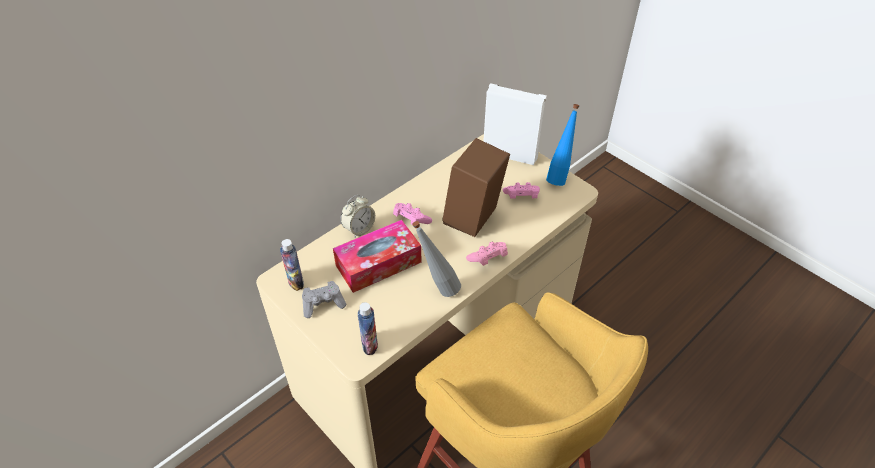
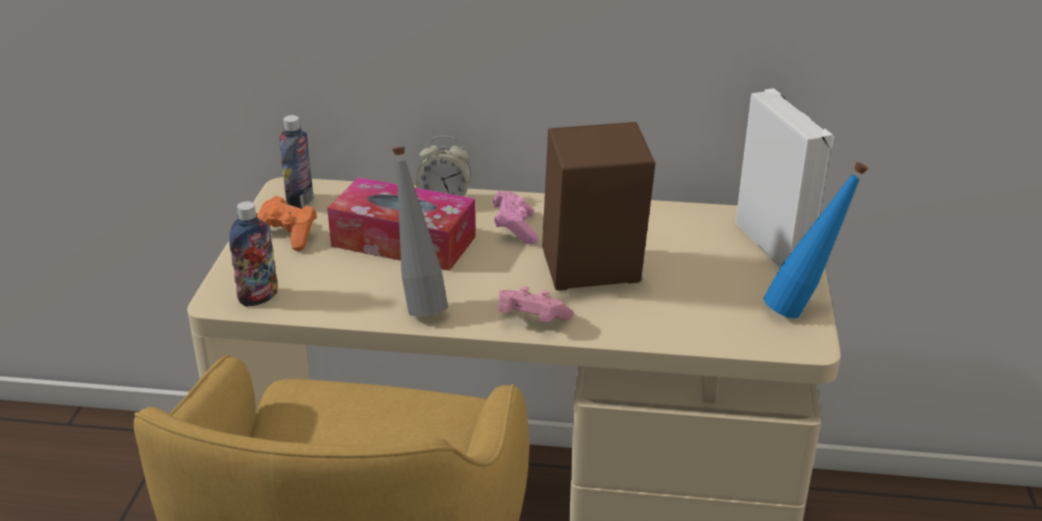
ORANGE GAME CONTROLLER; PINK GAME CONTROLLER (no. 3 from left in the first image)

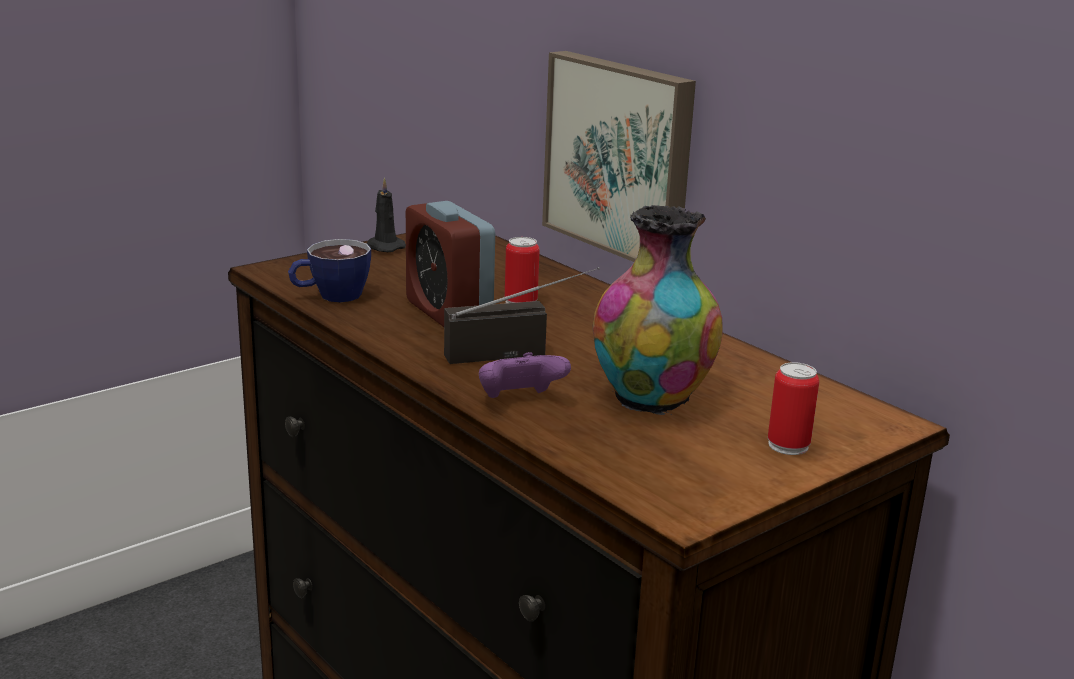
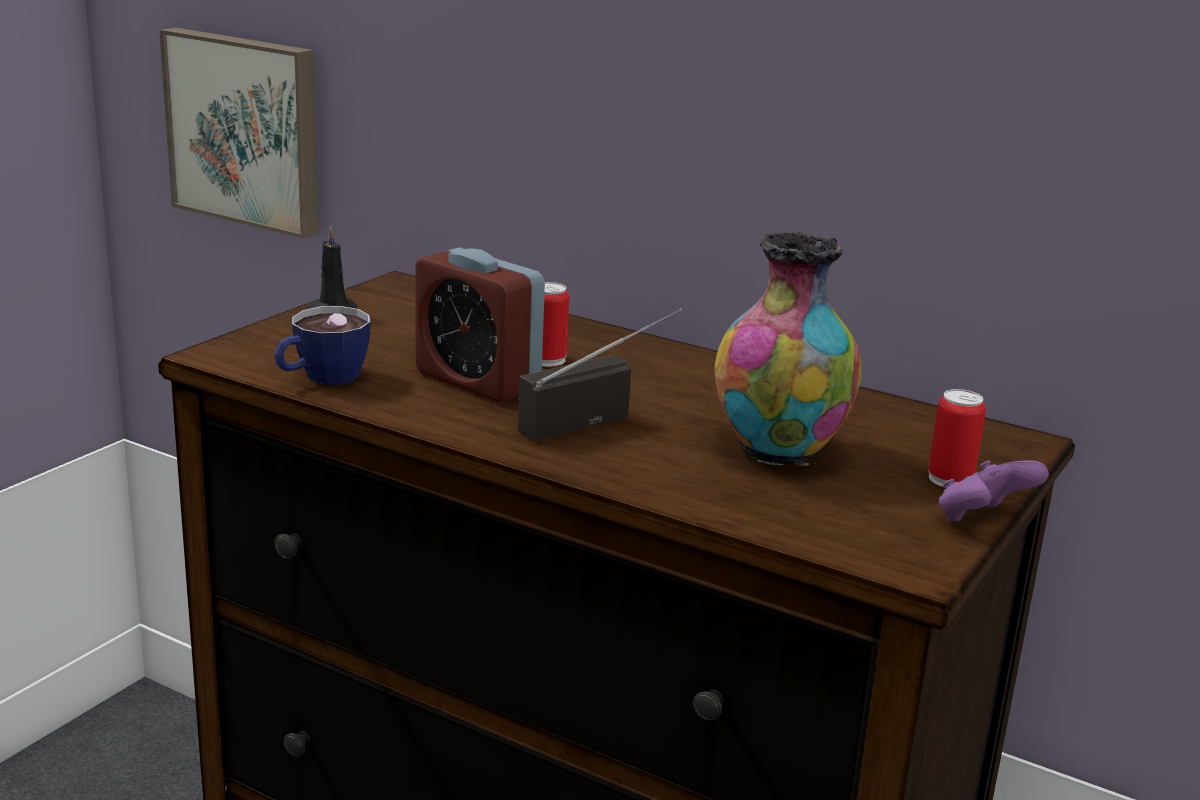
PURPLE GAME CONTROLLER; PICTURE

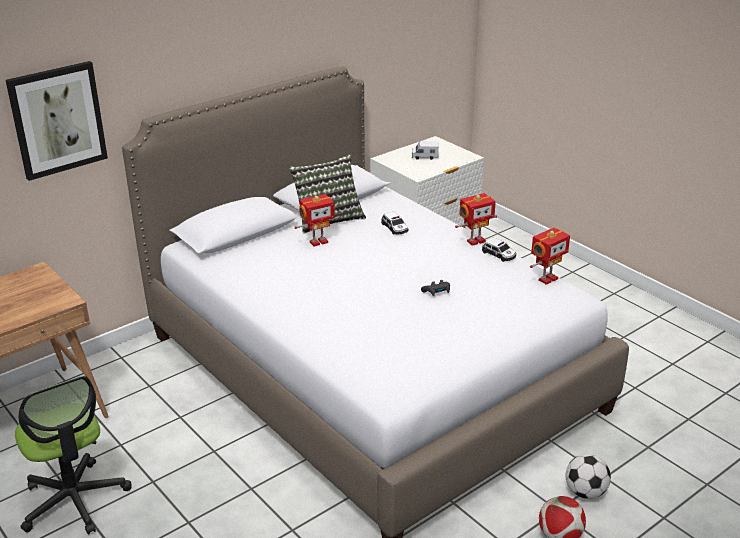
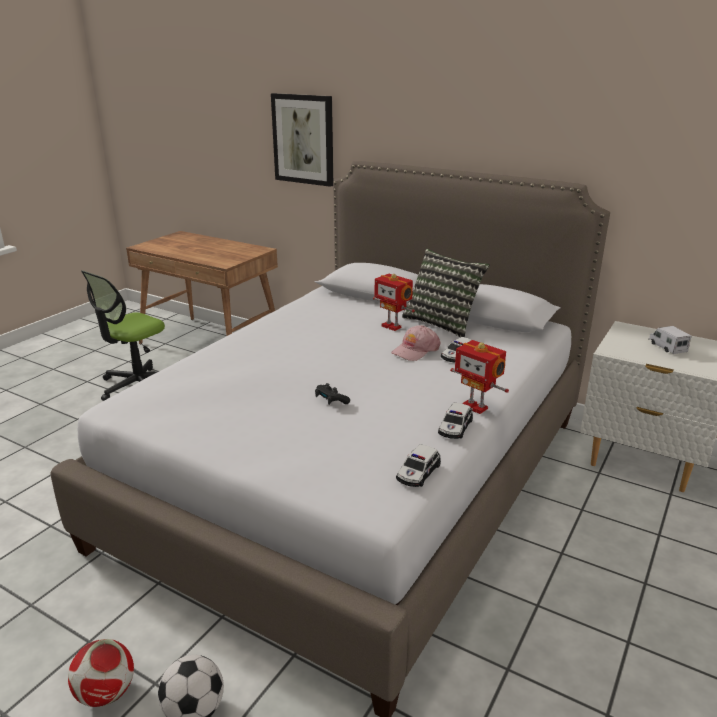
TOY CAR (no. 1 from left); PINK CAP

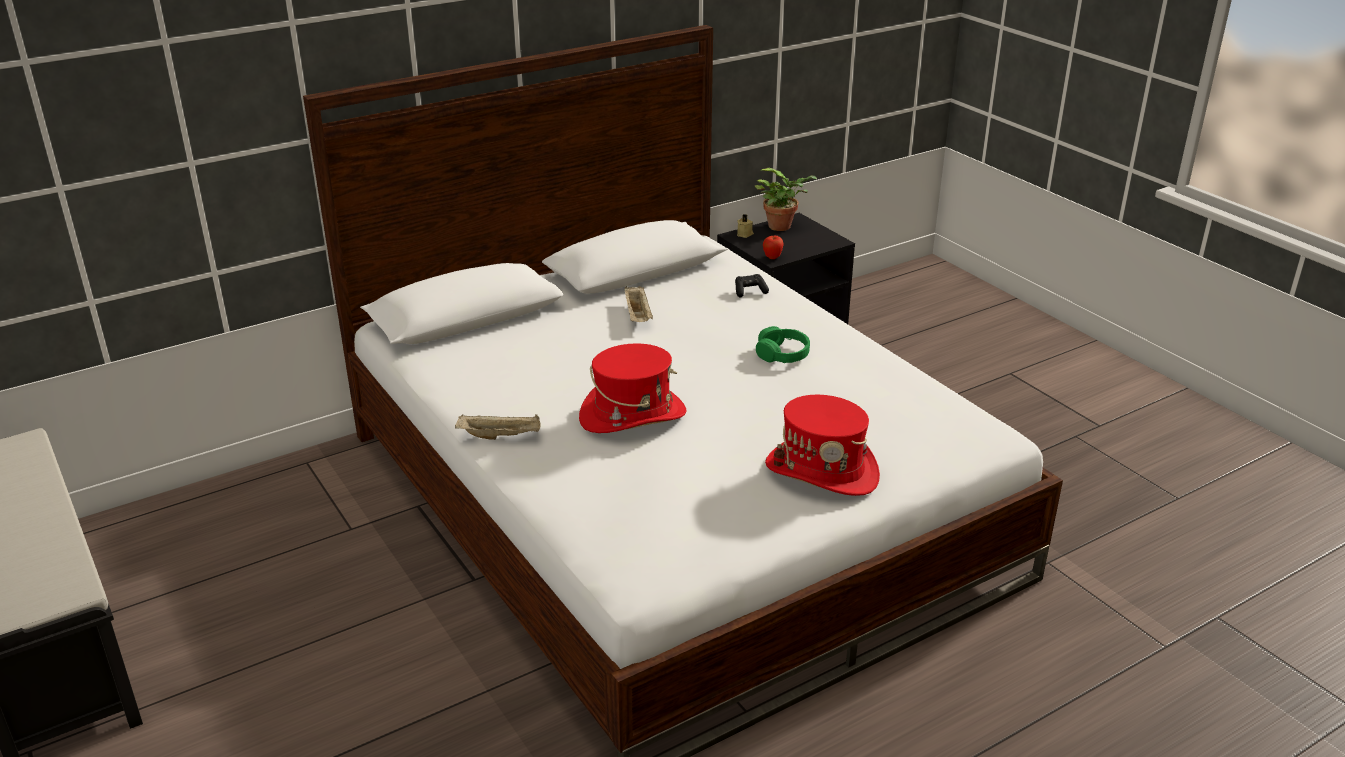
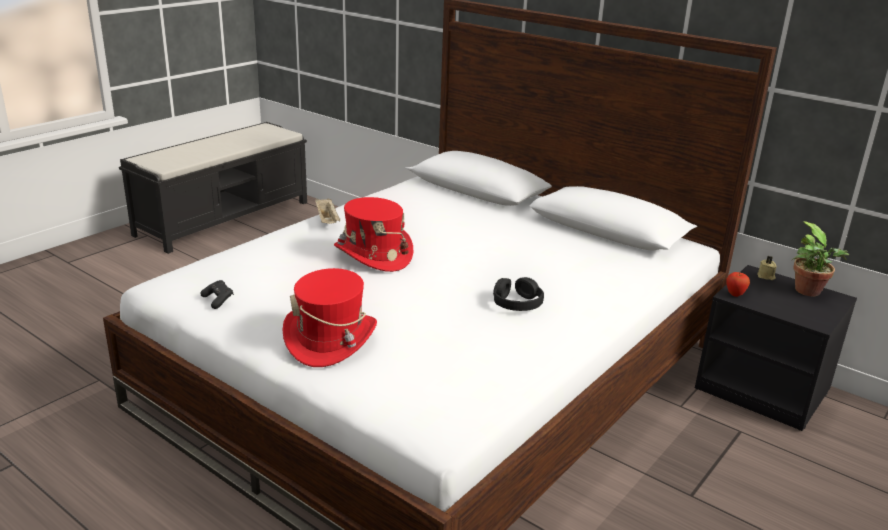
BEIGE TRAY (no. 2 from left in the first image); BLACK GAME CONTROLLER; BLACK HEADPHONES

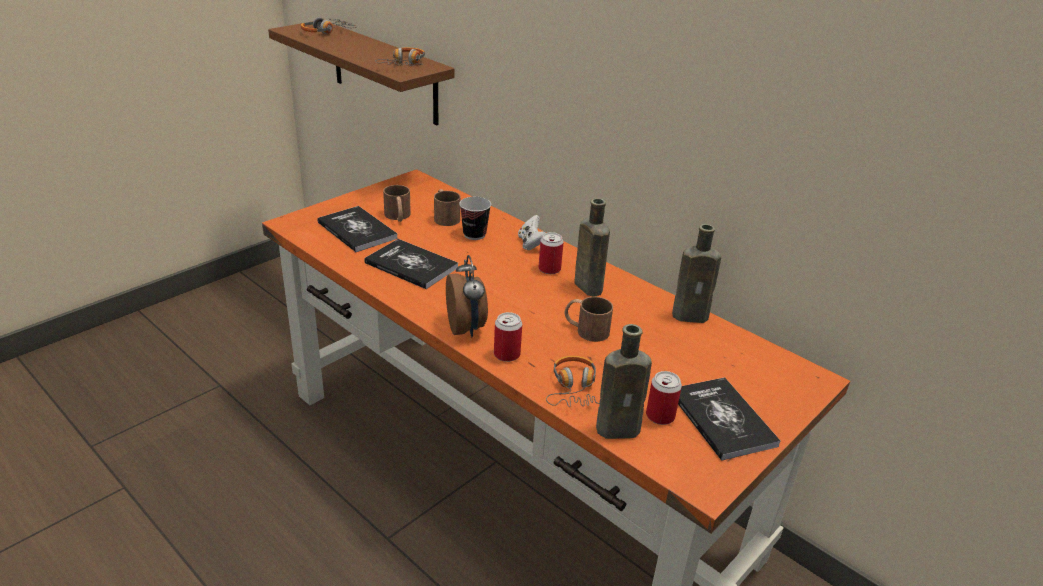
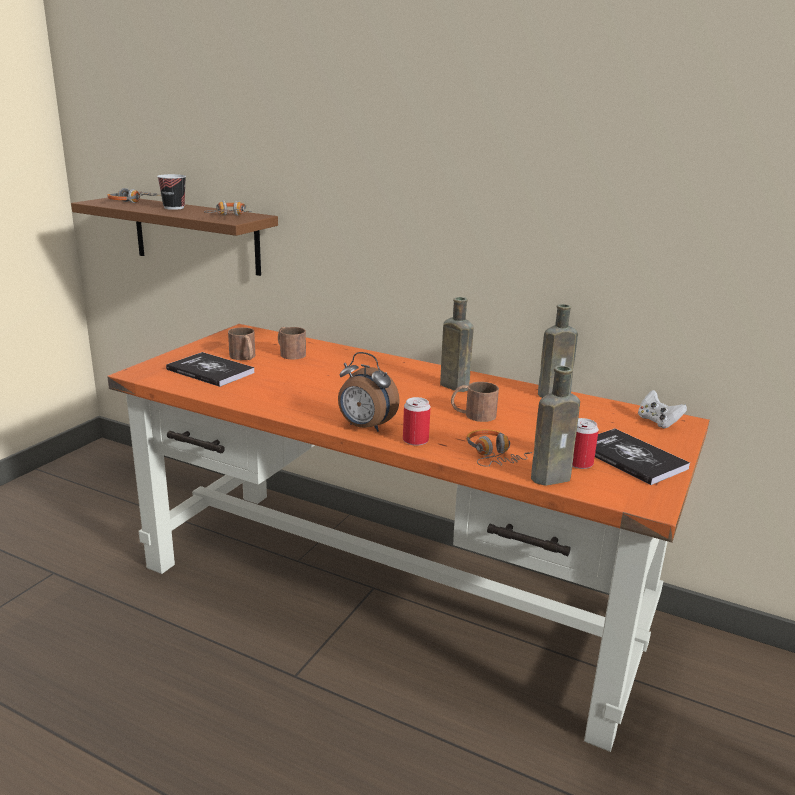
BOOK (no. 2 from left in the first image); ALARM CLOCK; CUP; WHITE GAME CONTROLLER; CAN (no. 2 from left in the first image)

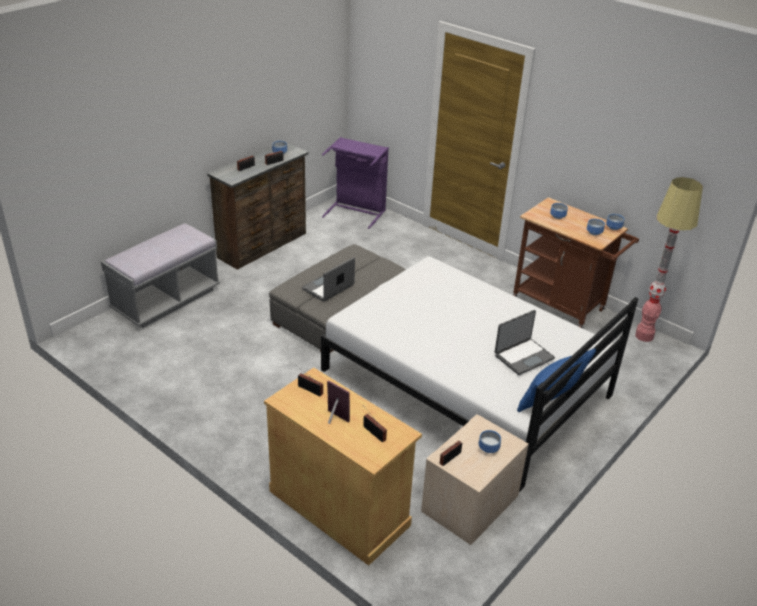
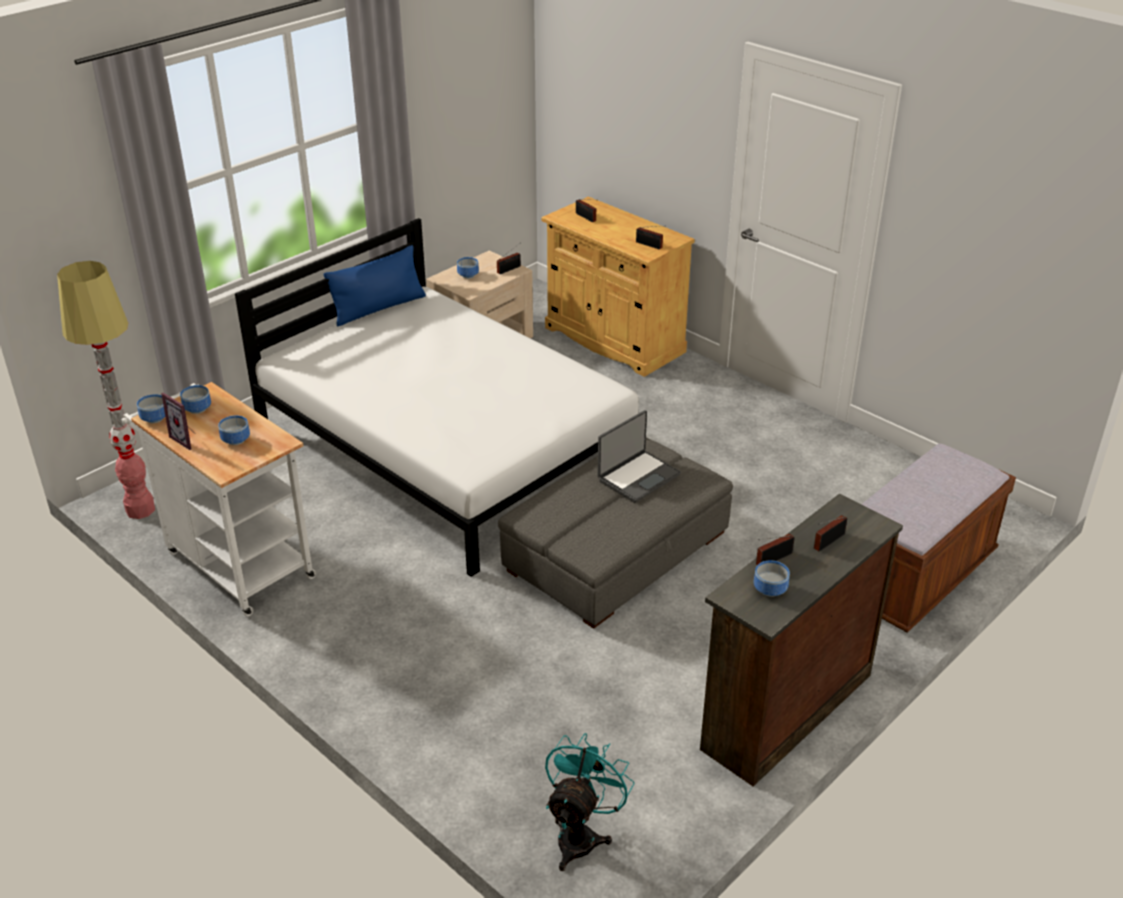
BROWN BENCH; TURQUOISE FAN; PICTURE FRAME; LAPTOP (no. 2 from left in the first image); WHITE CART

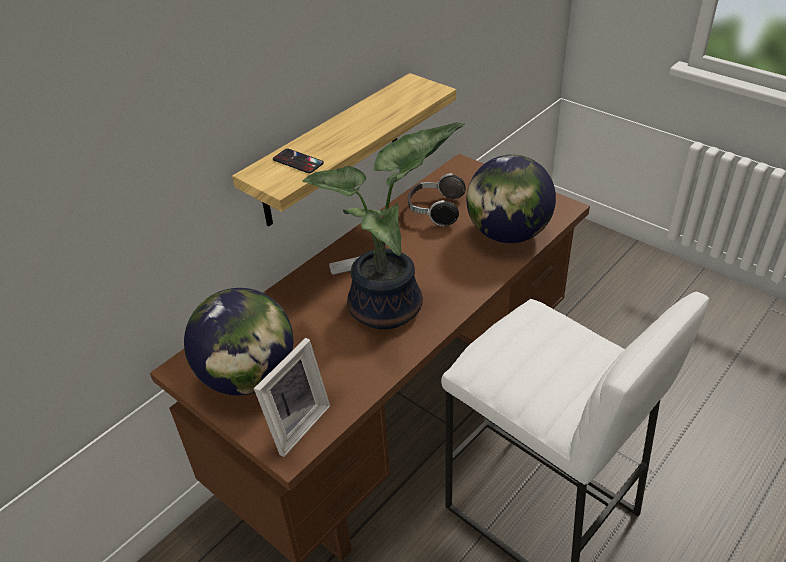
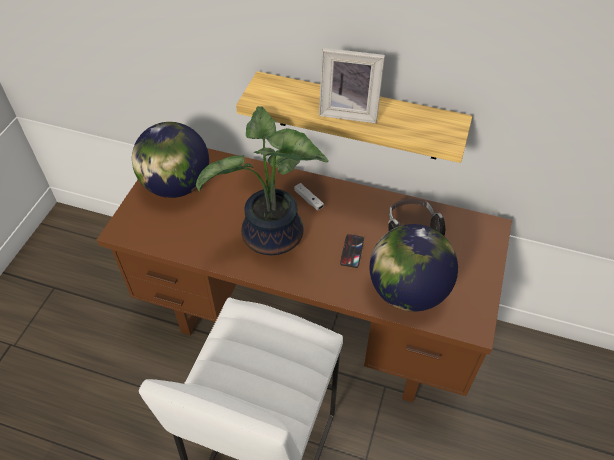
PICTURE FRAME; PHONE

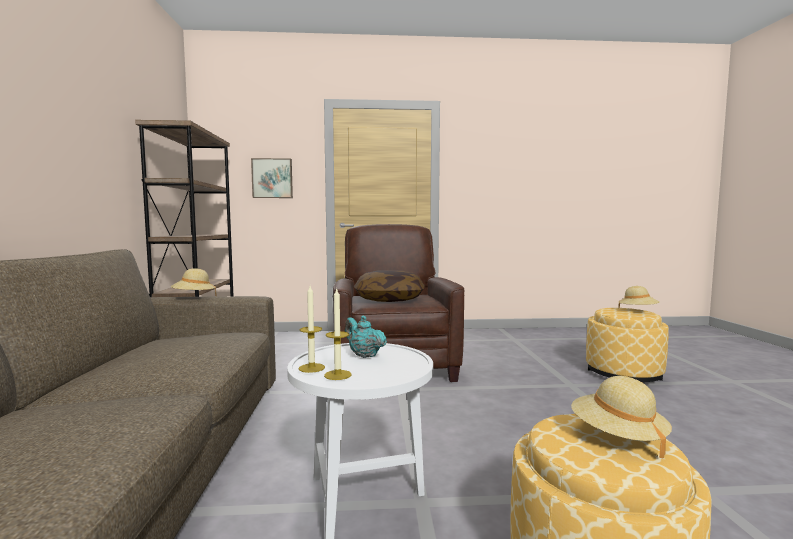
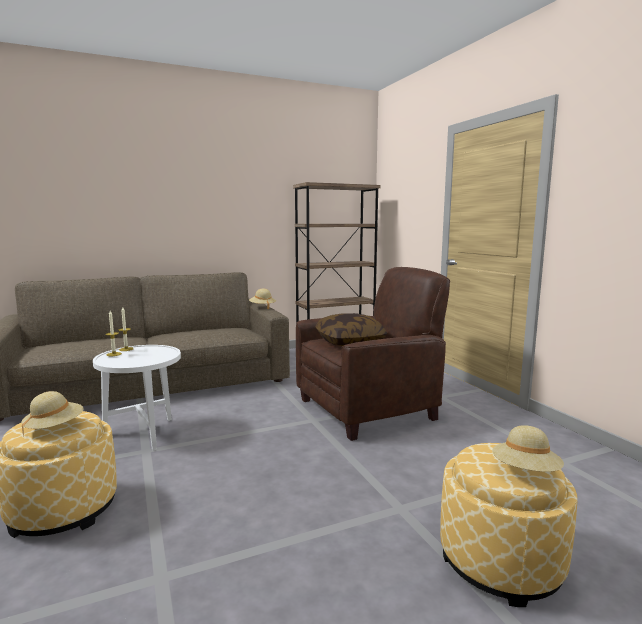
PICTURE; TURQUOISE TEAPOT

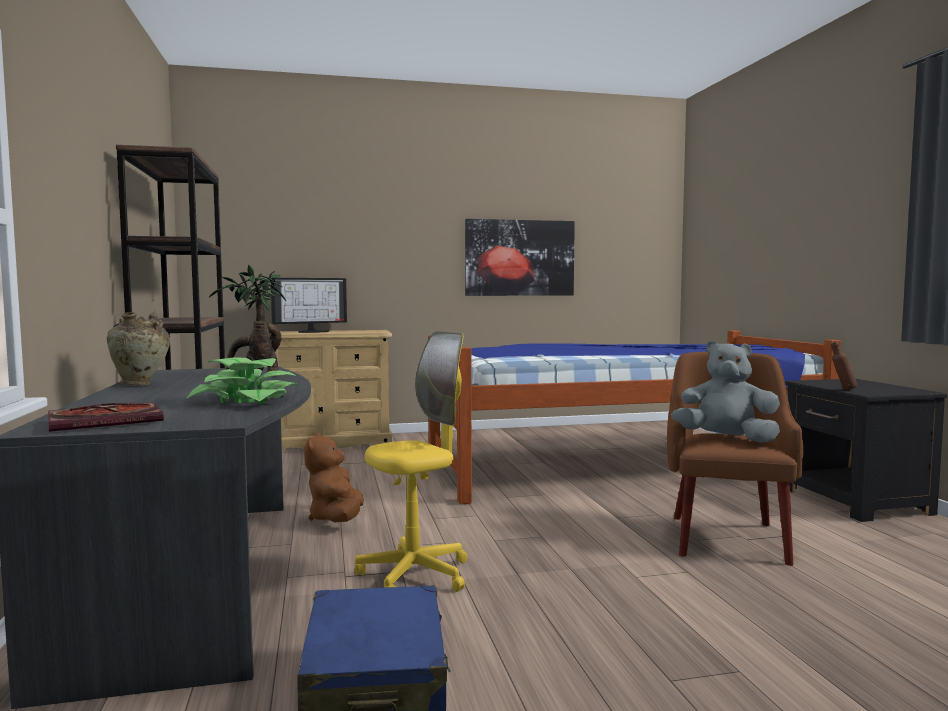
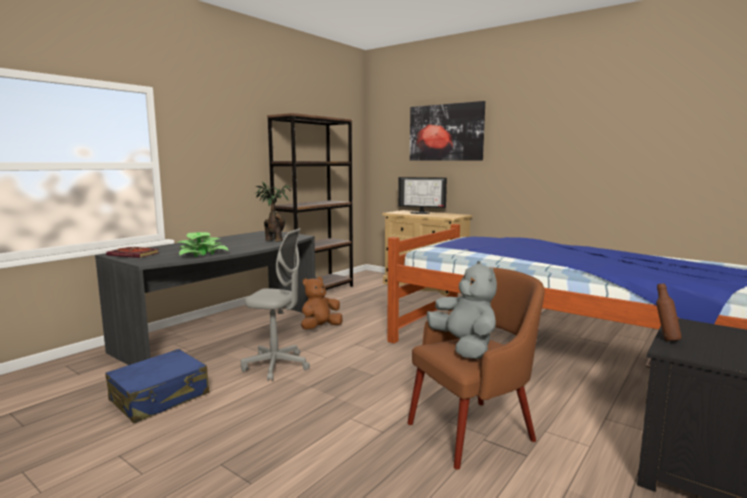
BEIGE VASE; GREY OFFICE CHAIR; PICTURE

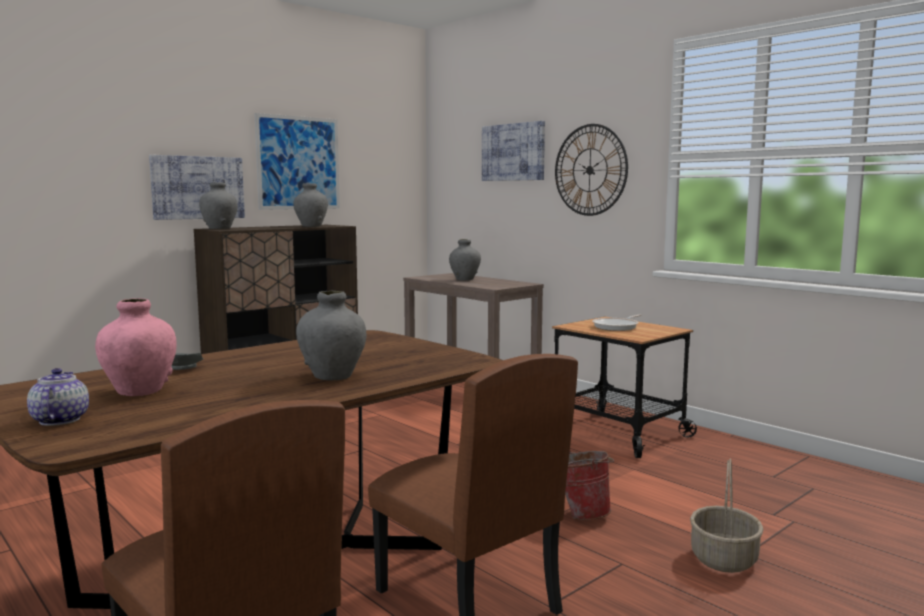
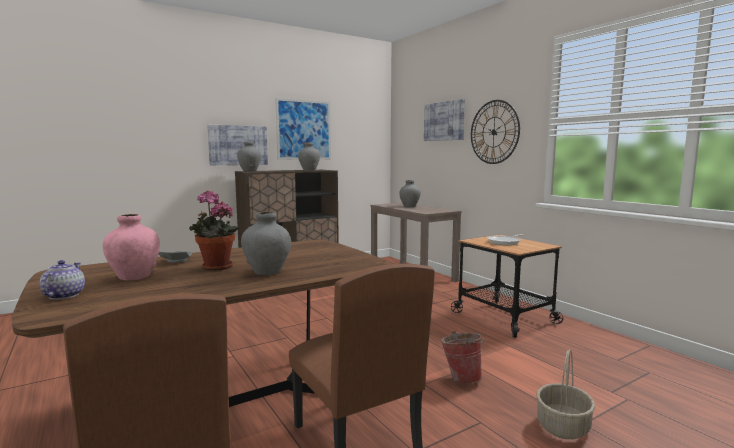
POTTED PLANT

